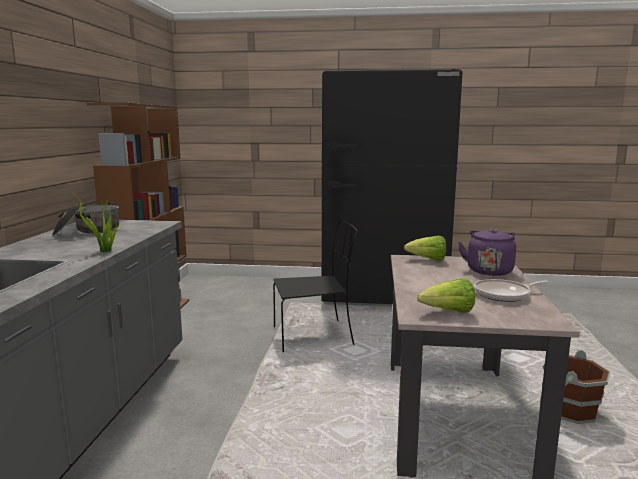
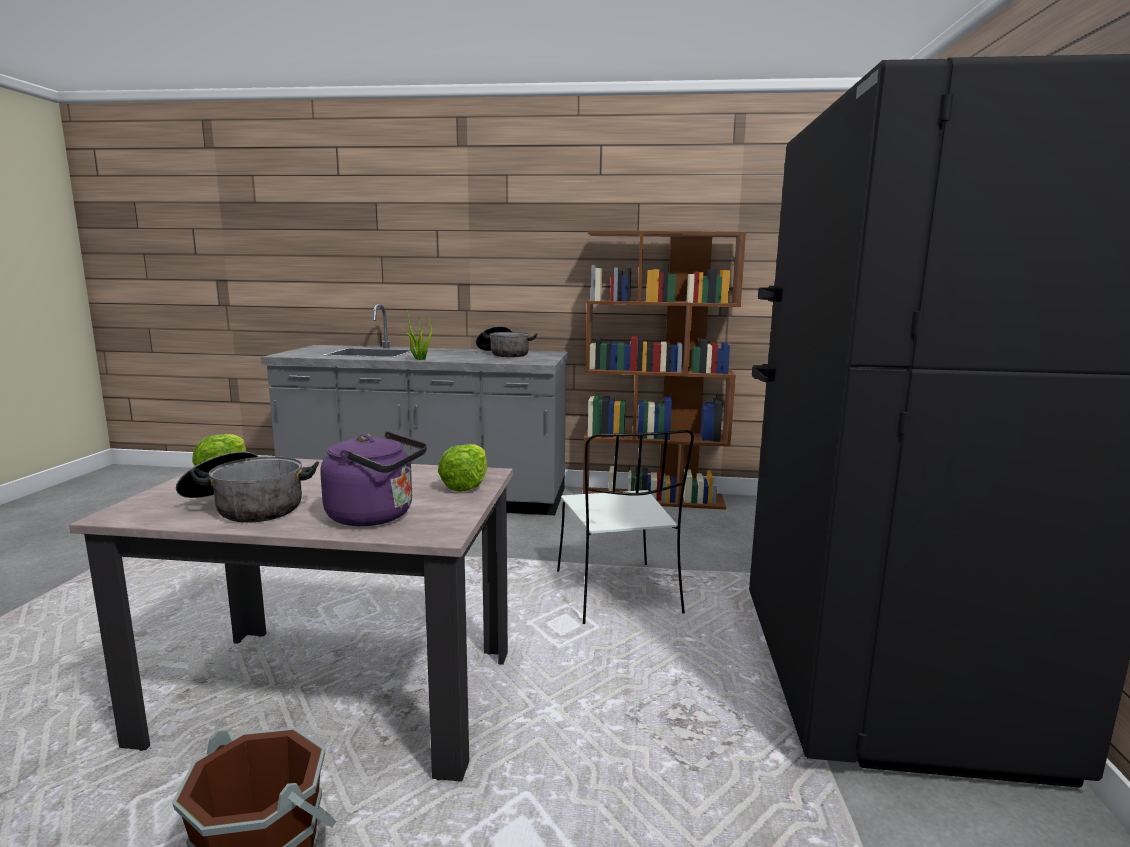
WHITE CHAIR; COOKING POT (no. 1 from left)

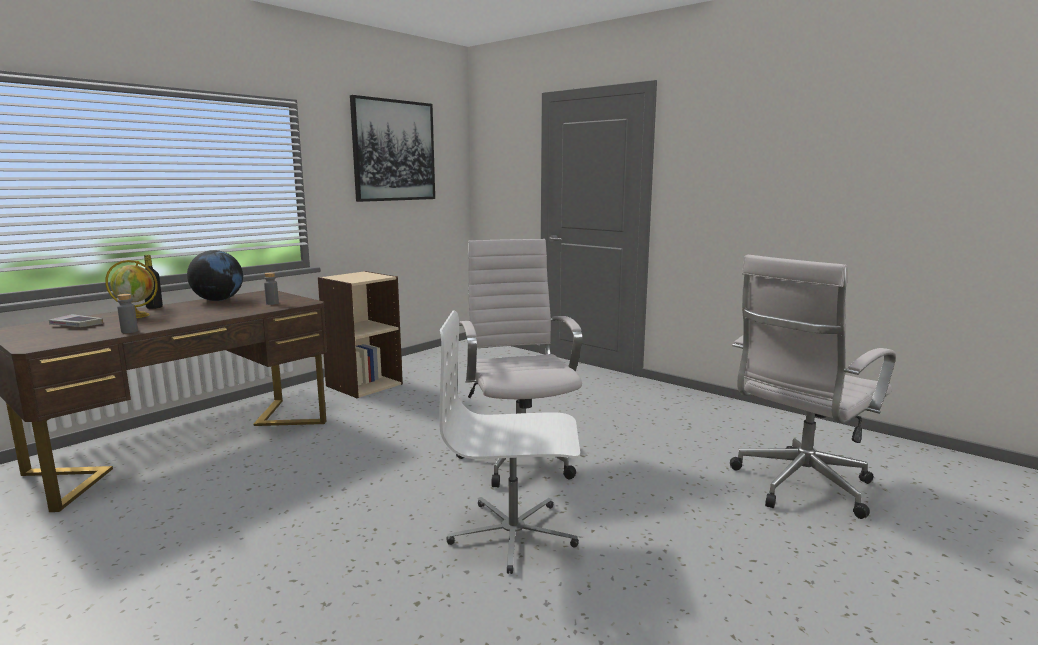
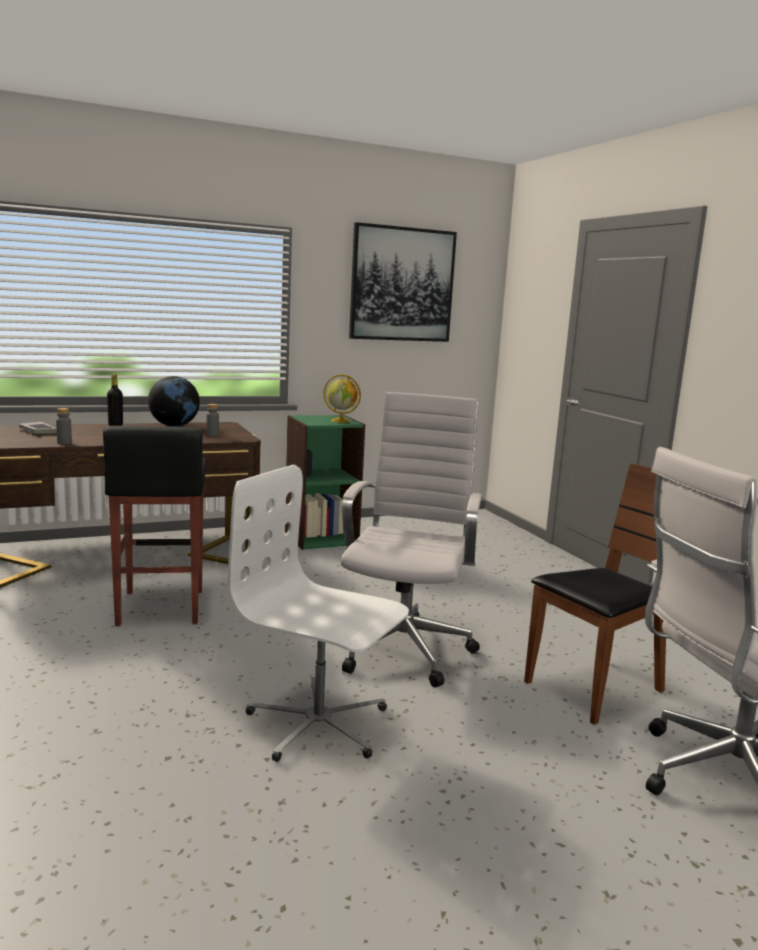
GLOBE (no. 2 from left); GREEN BOOKCASE; BLACK STOOL; BROWN CHAIR

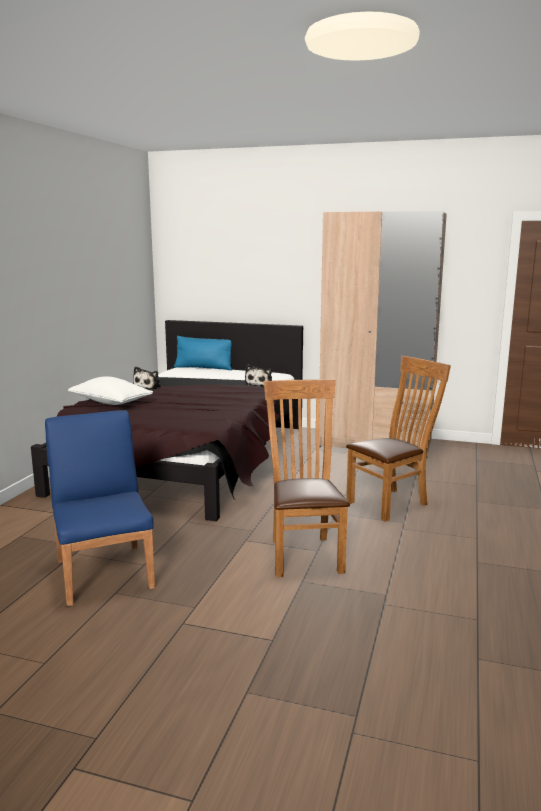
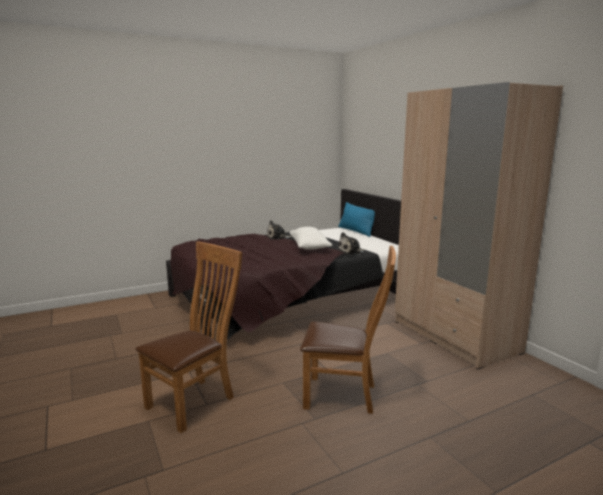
BLUE CHAIR; WHITE PILLOW

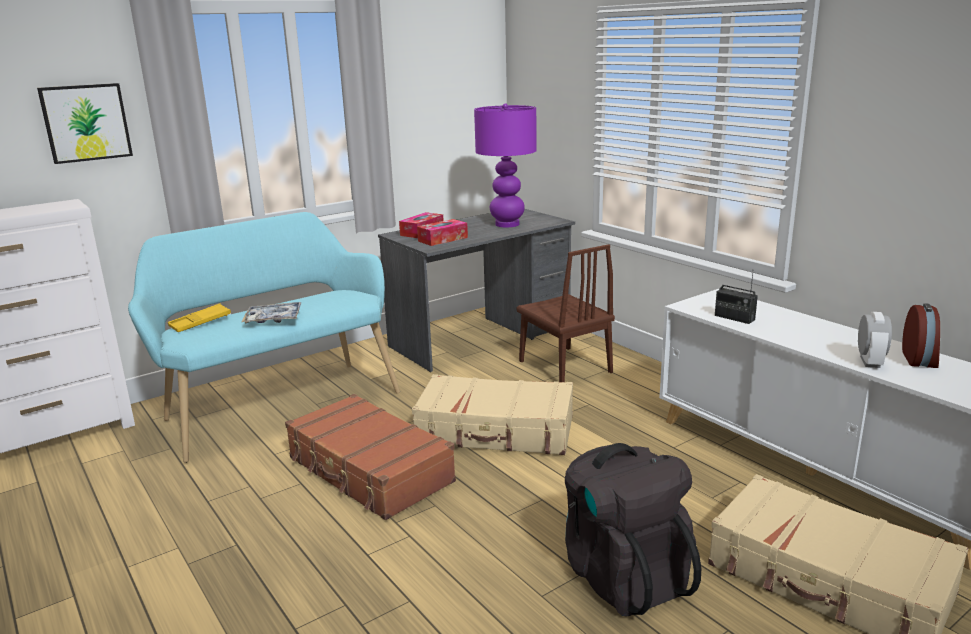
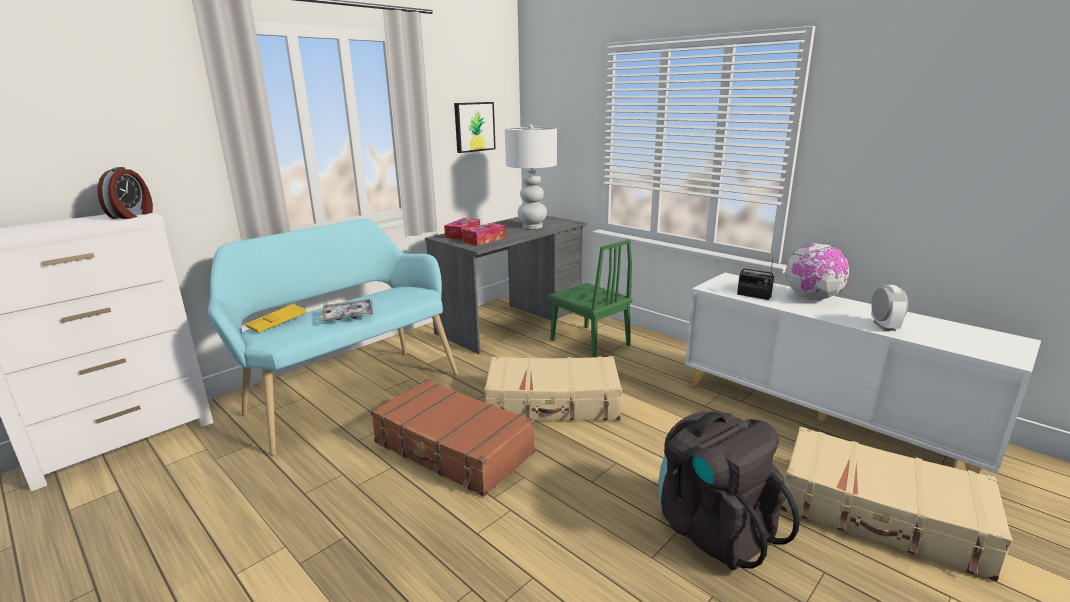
PICTURE; WHITE TABLE LAMP; GREEN CHAIR; ALARM CLOCK (no. 1 from left); GLOBE

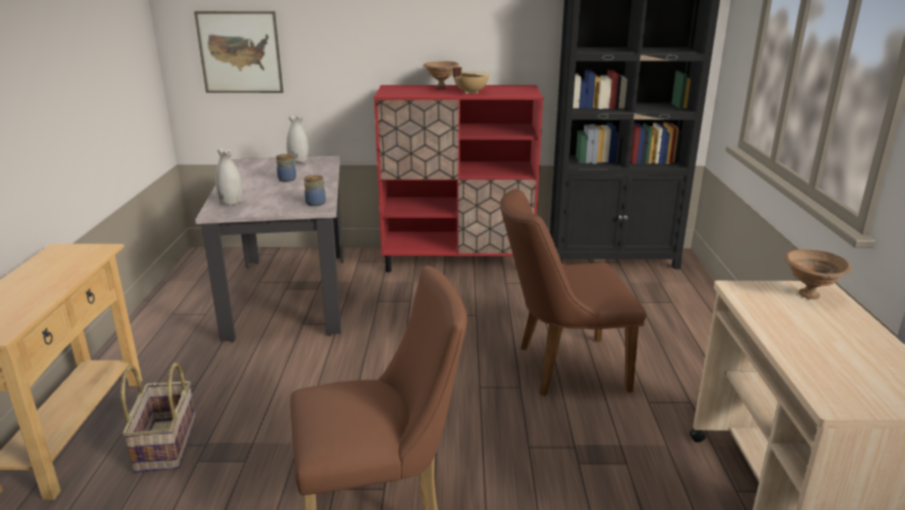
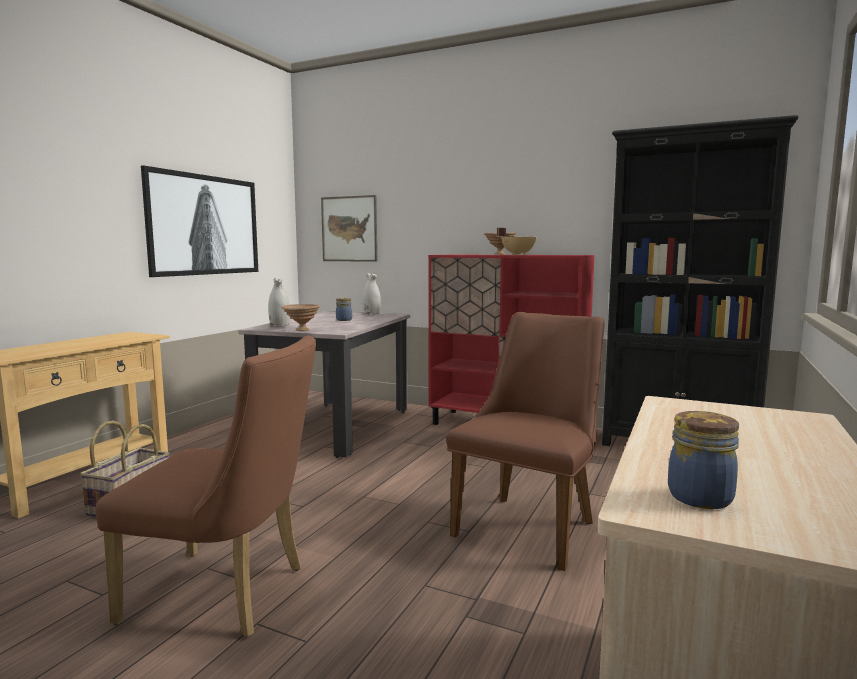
JAR (no. 2 from left); BROWN CHAIR (no. 2 from left); BROWN BOWL (no. 1 from left); PICTURE (no. 1 from left)

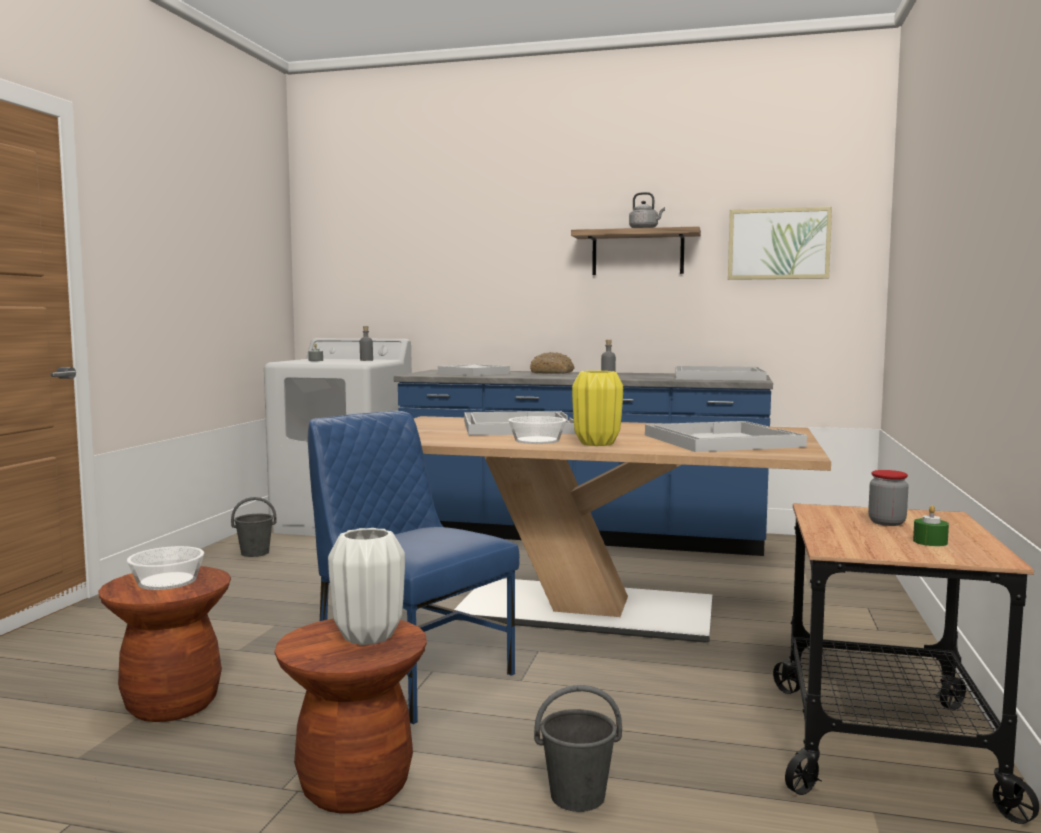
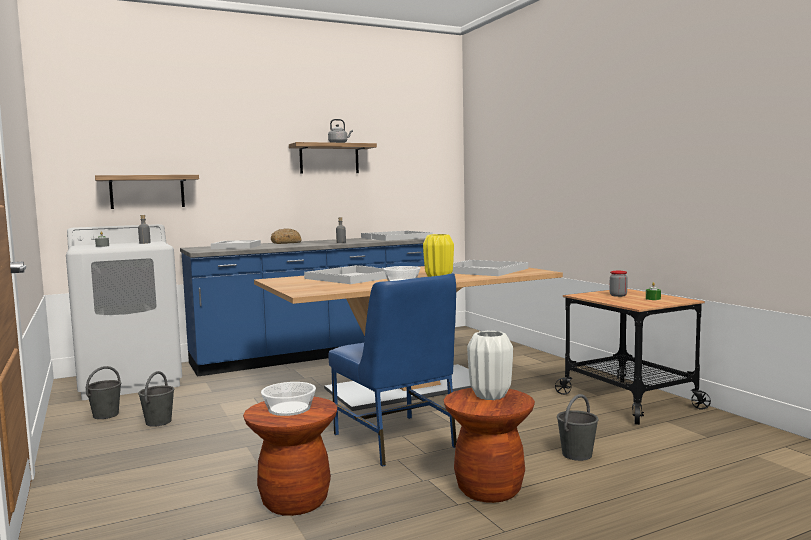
BLUE CHAIR; PICTURE; SHELF (no. 1 from left); GREY BUCKET (no. 2 from left)

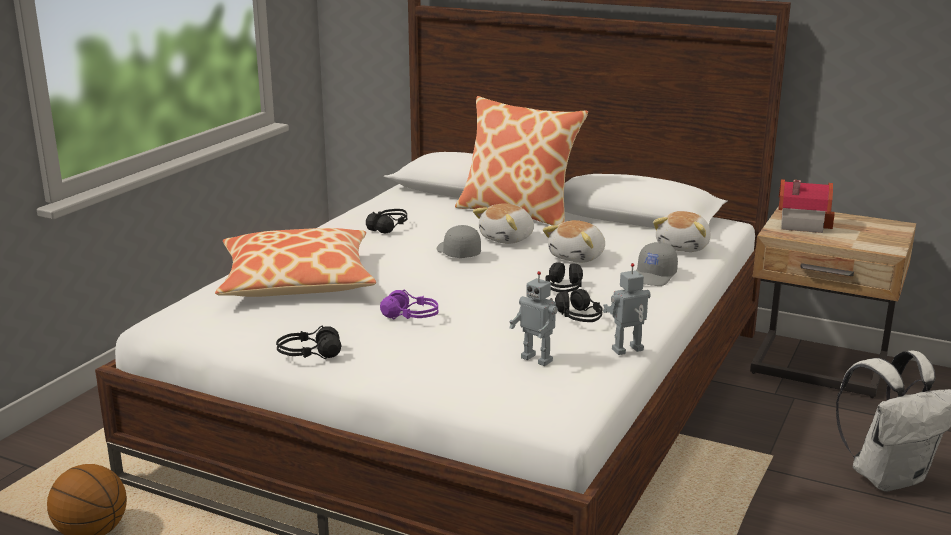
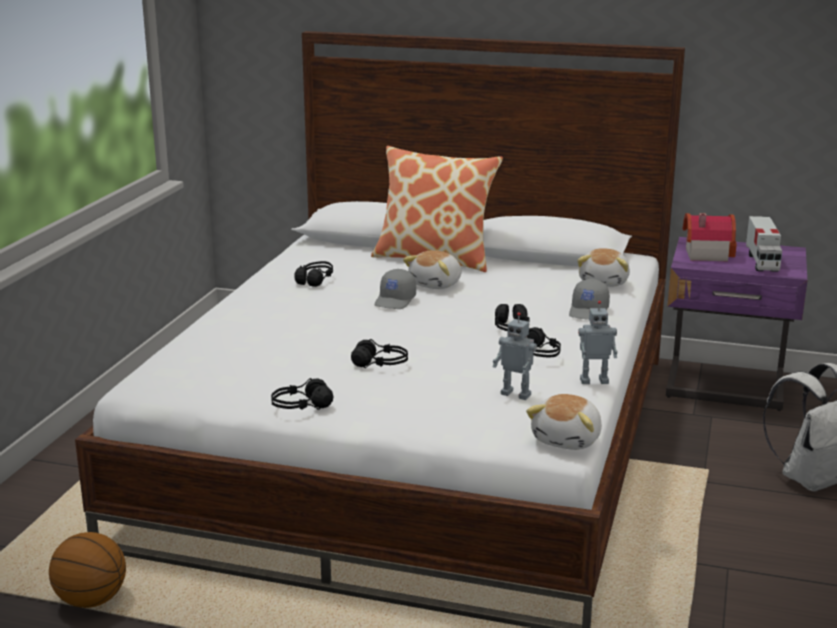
PILLOW (no. 1 from left in the first image); BLACK HEADPHONES (no. 3 from left); GREY CAP (no. 1 from left); PLUSH TOY (no. 2 from left); TOY ROBOT (no. 2 from left); PURPLE NIGHTSTAND; TOY TRUCK

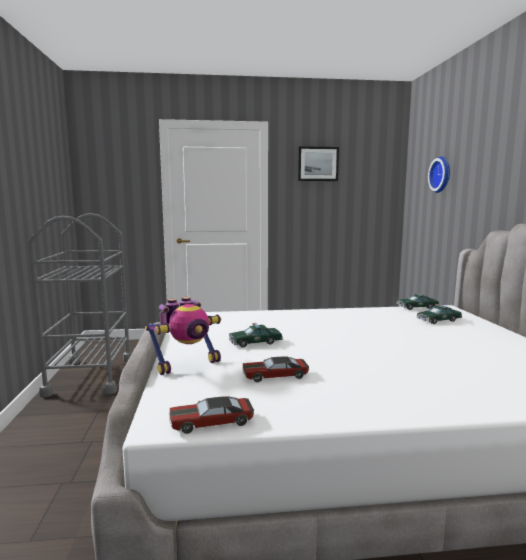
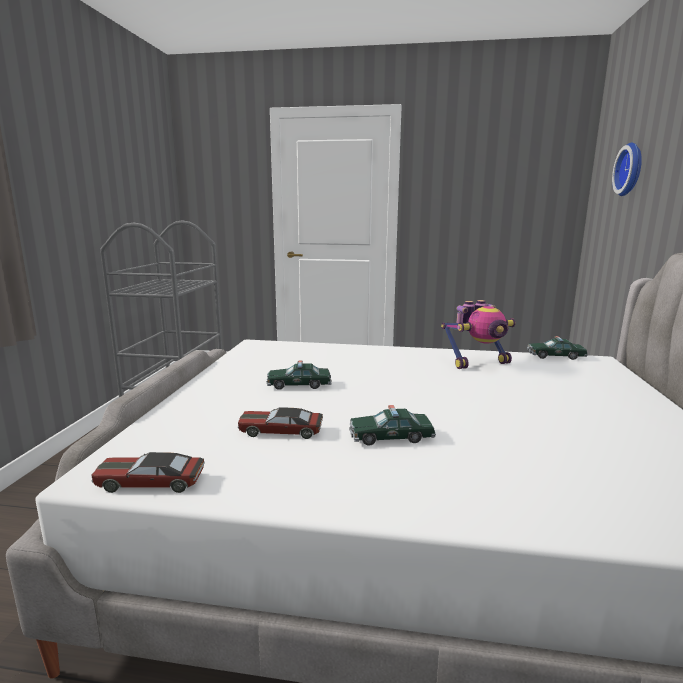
TOY ROBOT; PICTURE; TOY CAR (no. 4 from left)

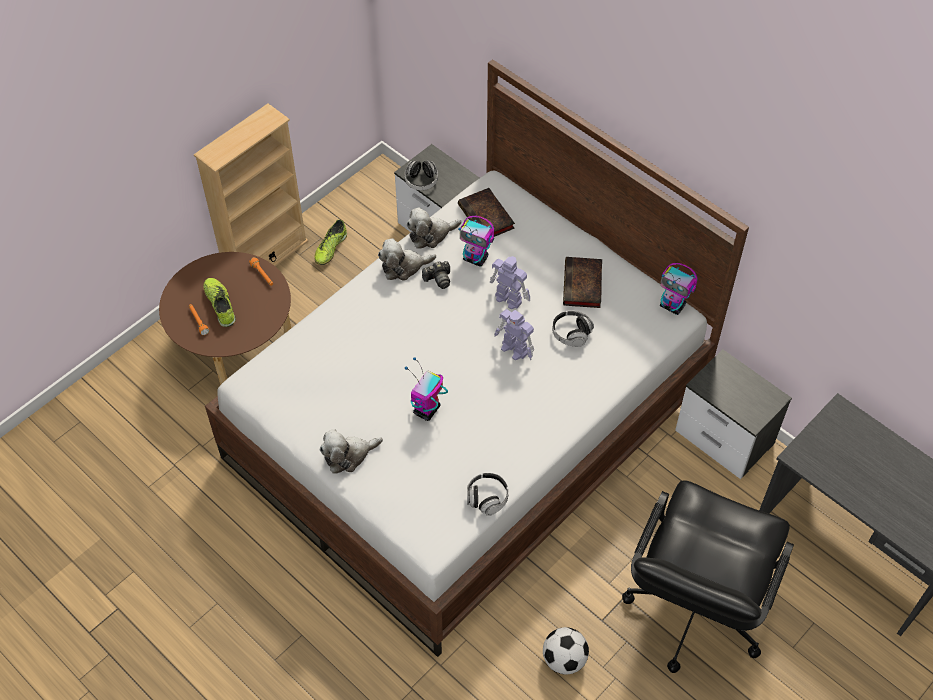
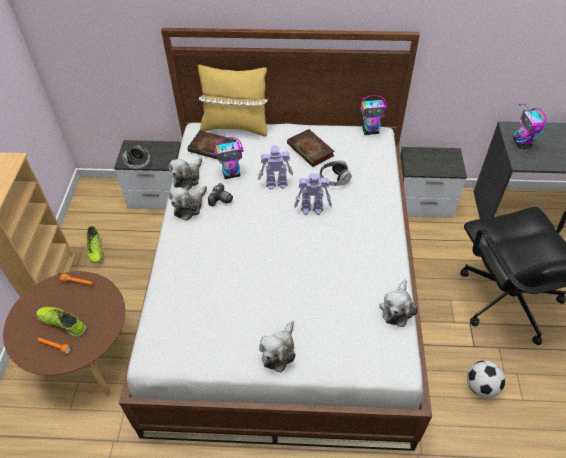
TOY ROBOT (no. 5 from left); PLUSH TOY (no. 4 from left); YELLOW PILLOW

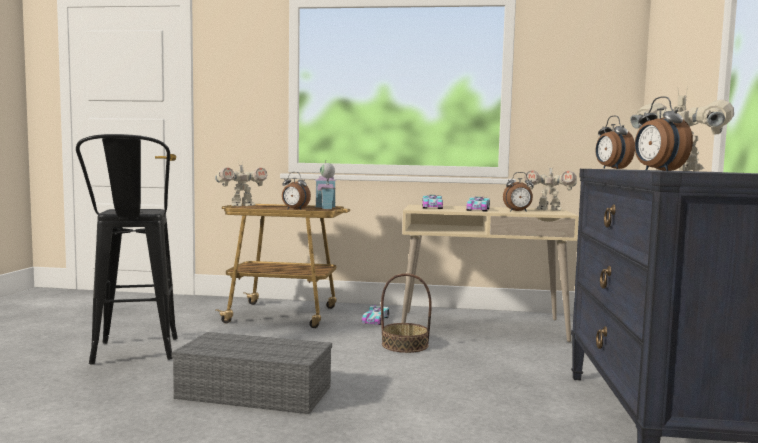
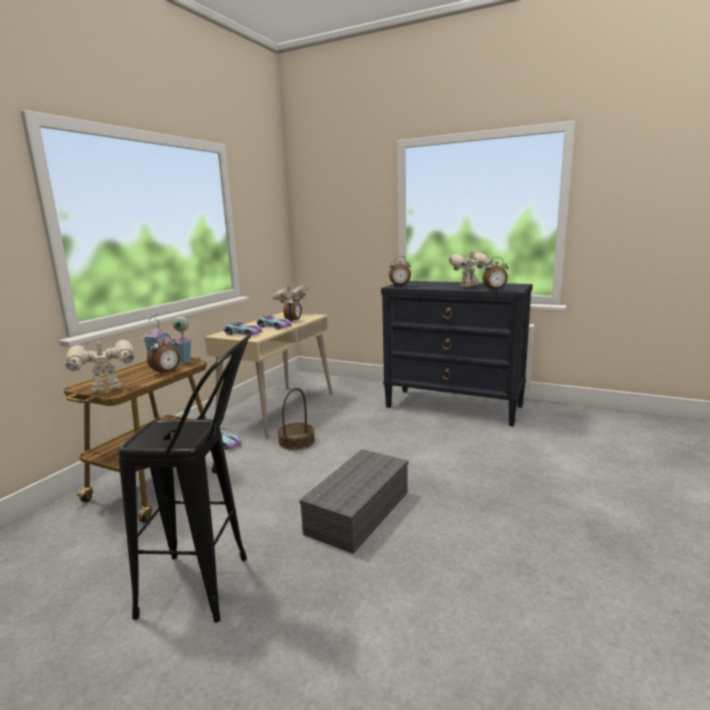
TOY ROBOT (no. 1 from left)

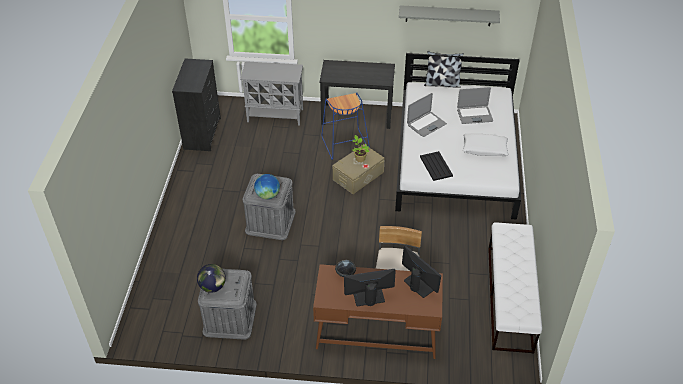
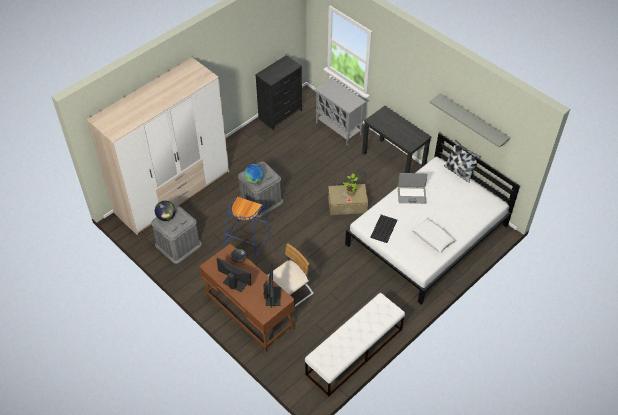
BLUE STOOL; LAPTOP (no. 2 from left in the first image); WARDROBE

